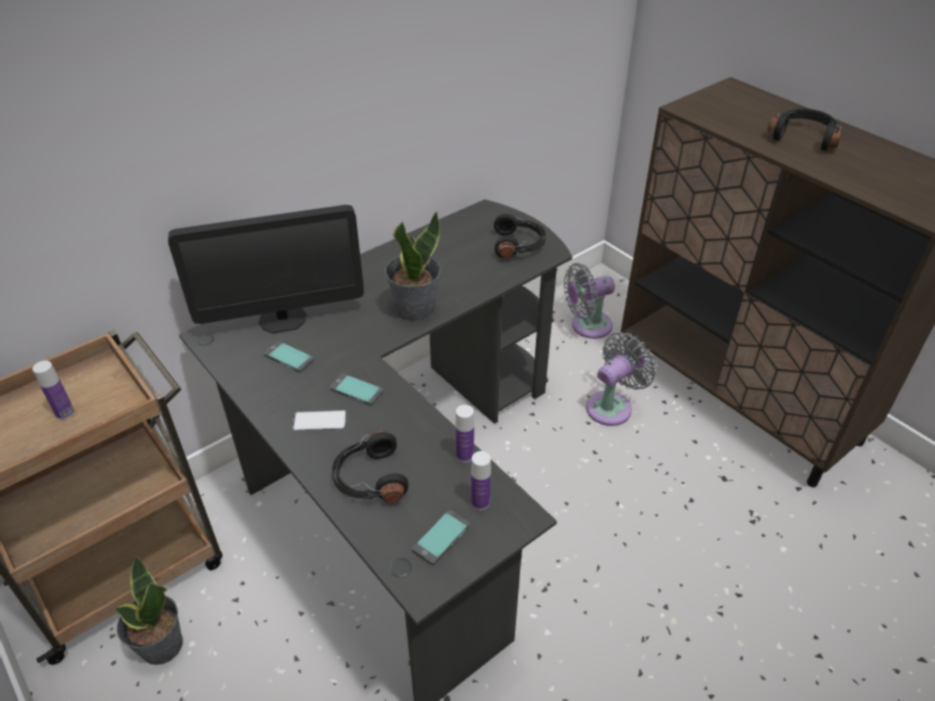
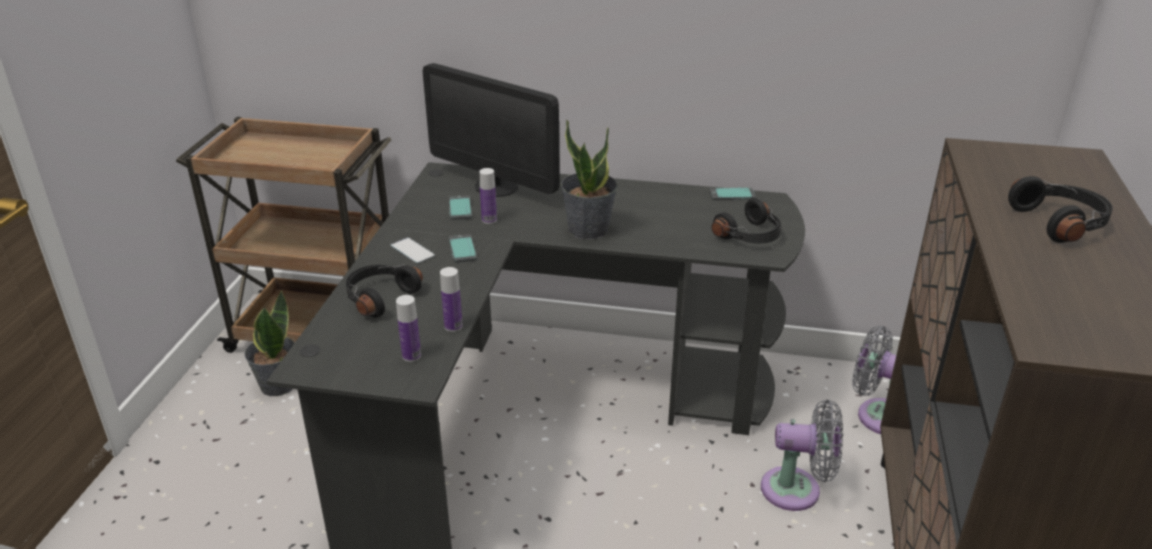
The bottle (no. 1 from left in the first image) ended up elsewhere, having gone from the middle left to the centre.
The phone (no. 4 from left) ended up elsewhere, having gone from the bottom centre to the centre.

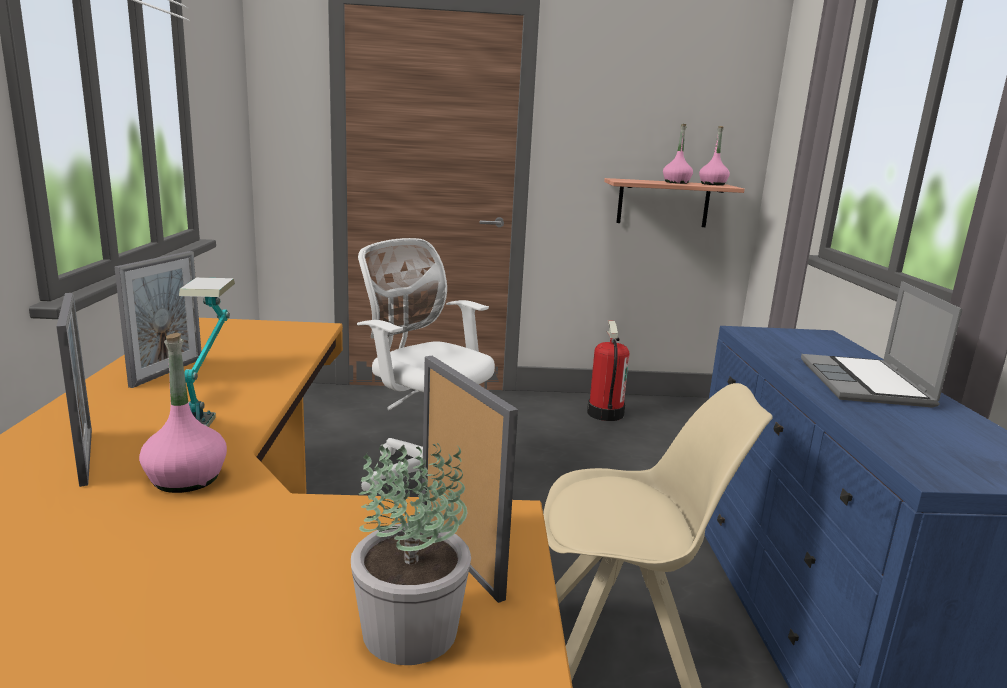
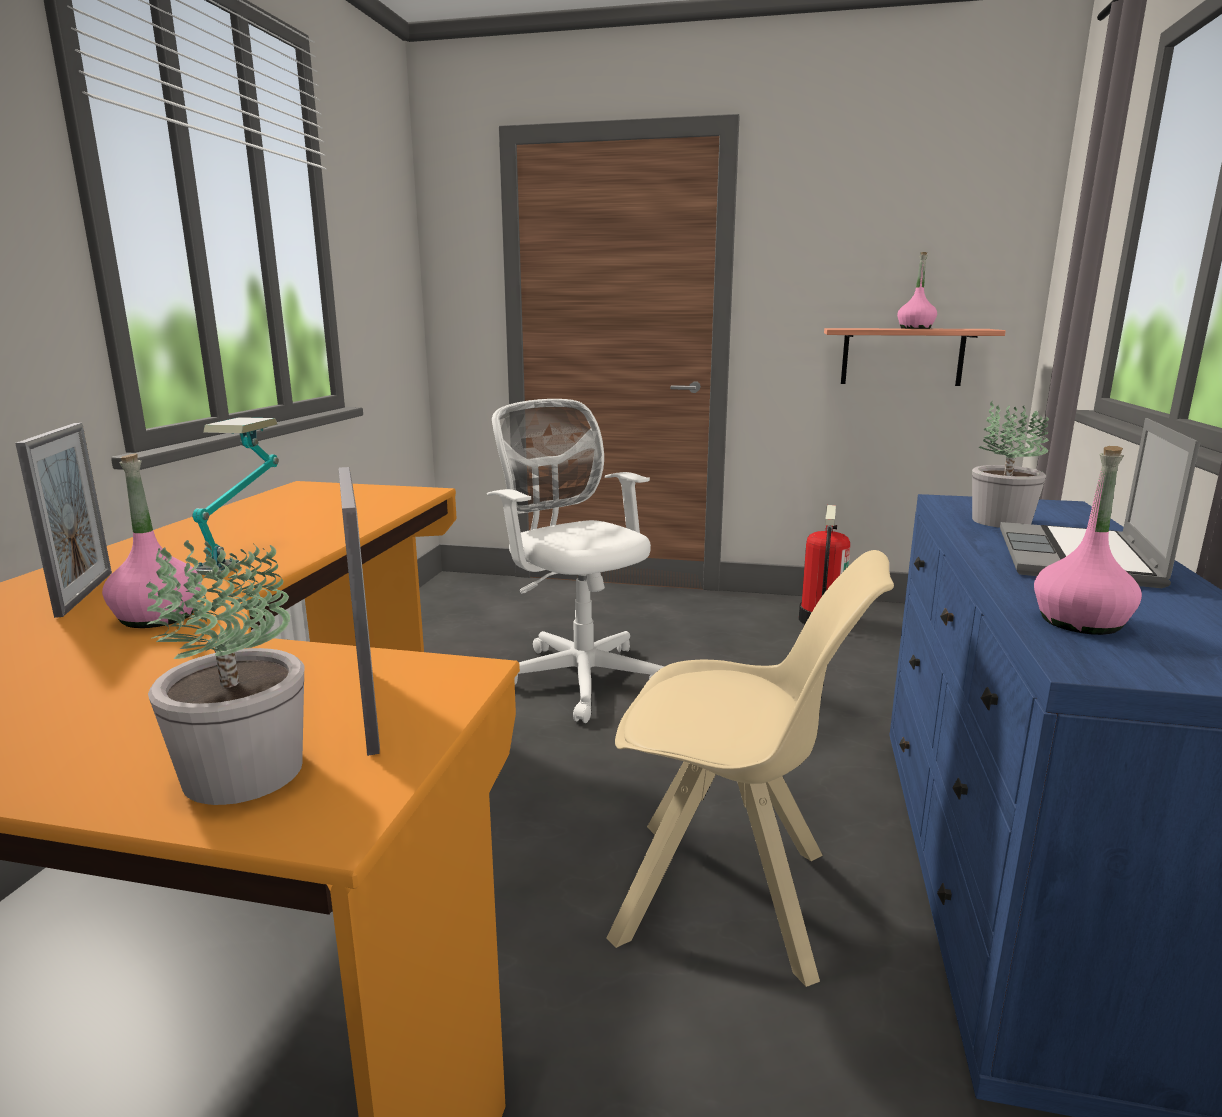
The pinkish_bottle (no. 3 from left) ended up elsewhere, having gone from the top right to the middle right.
The second view lost the photo_frame (no. 2 from left) at the middle left.
The second view gained the plant_in_a_pot (no. 2 from left) at the middle right.

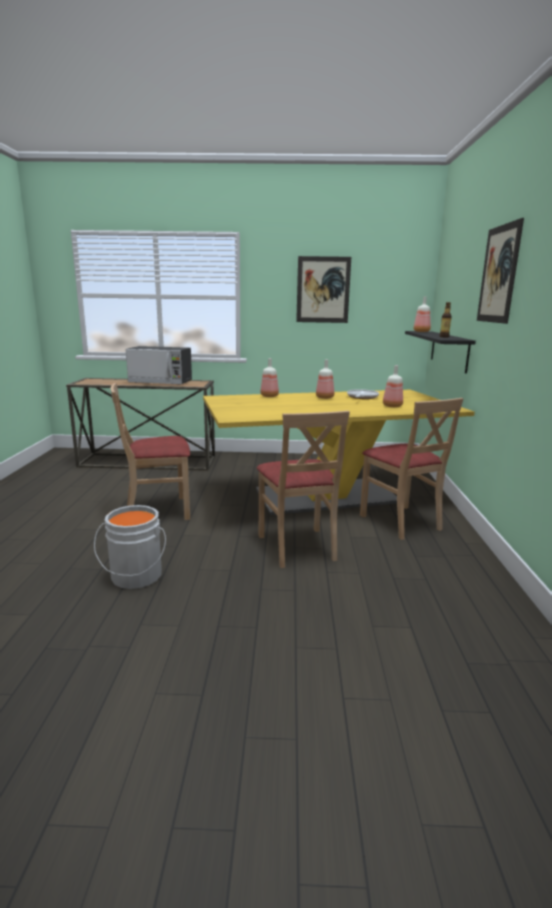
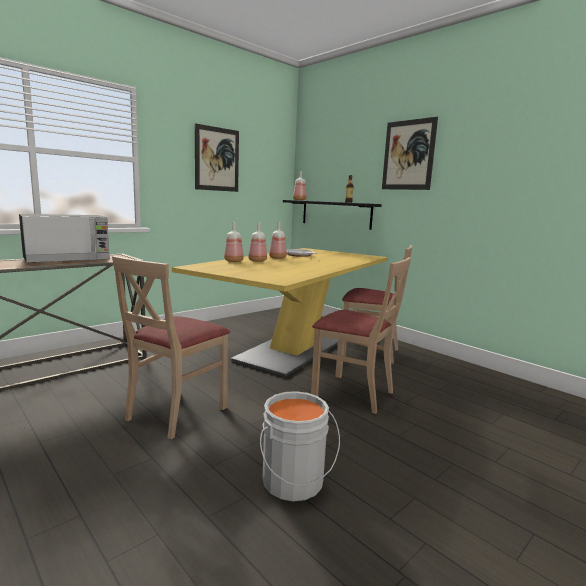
The bottle (no. 3 from left in the first image) ended up elsewhere, having gone from the middle right to the centre.

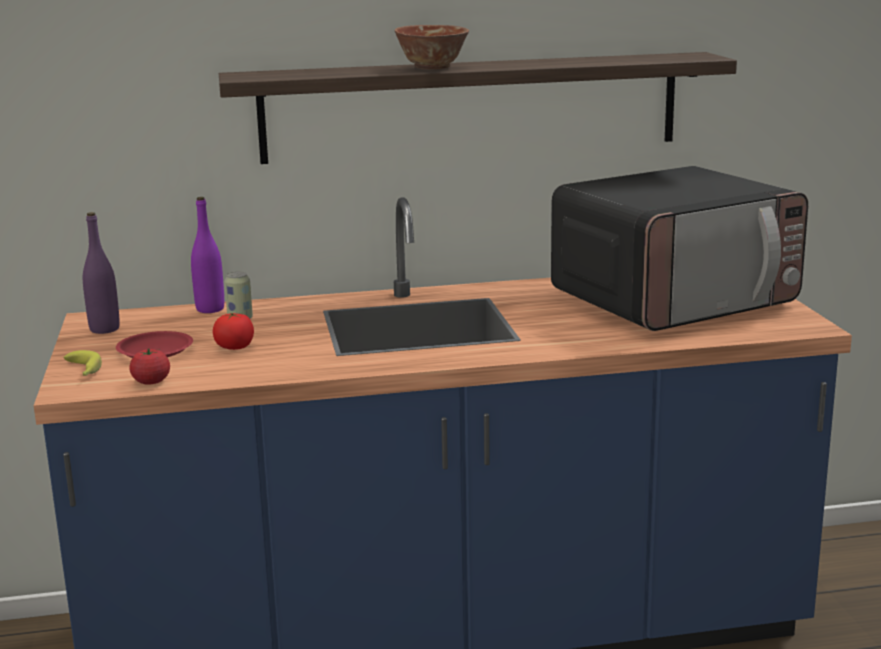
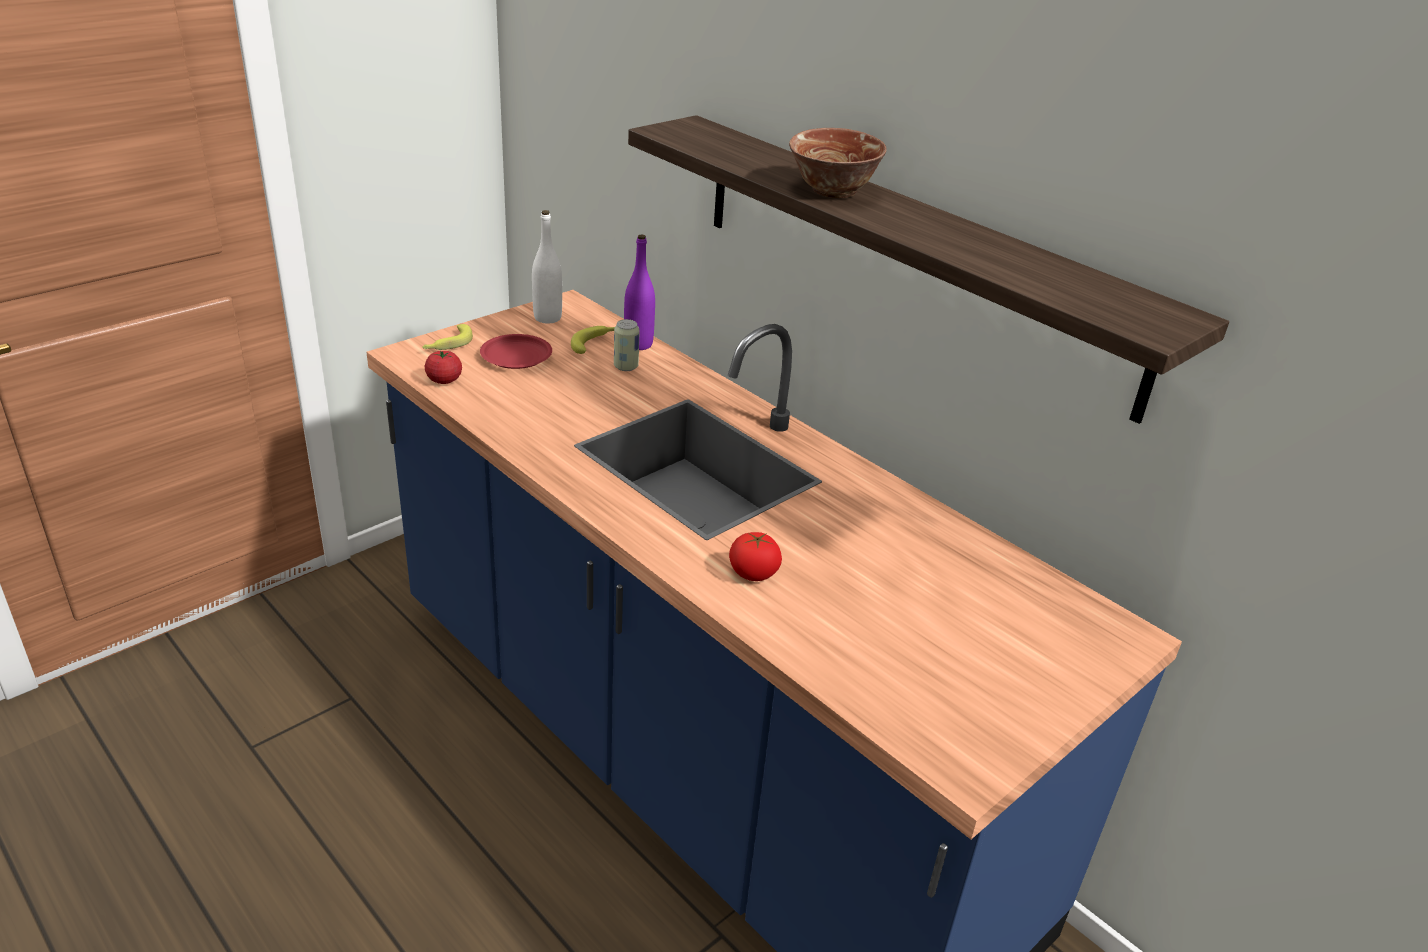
The second view lost the kitchen_microwave at the middle right.
What was the purple_bottle (no. 1 from left) at the middle left turned into the white-coloured_bottle at the top centre.
The whole_tomato (no. 2 from left) ended up elsewhere, having gone from the middle left to the centre.
The second view gained the whole_banana (no. 2 from left) at the centre.

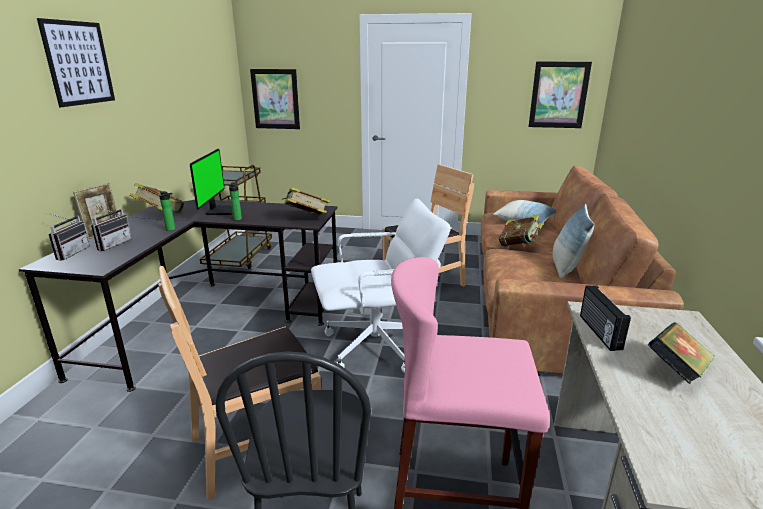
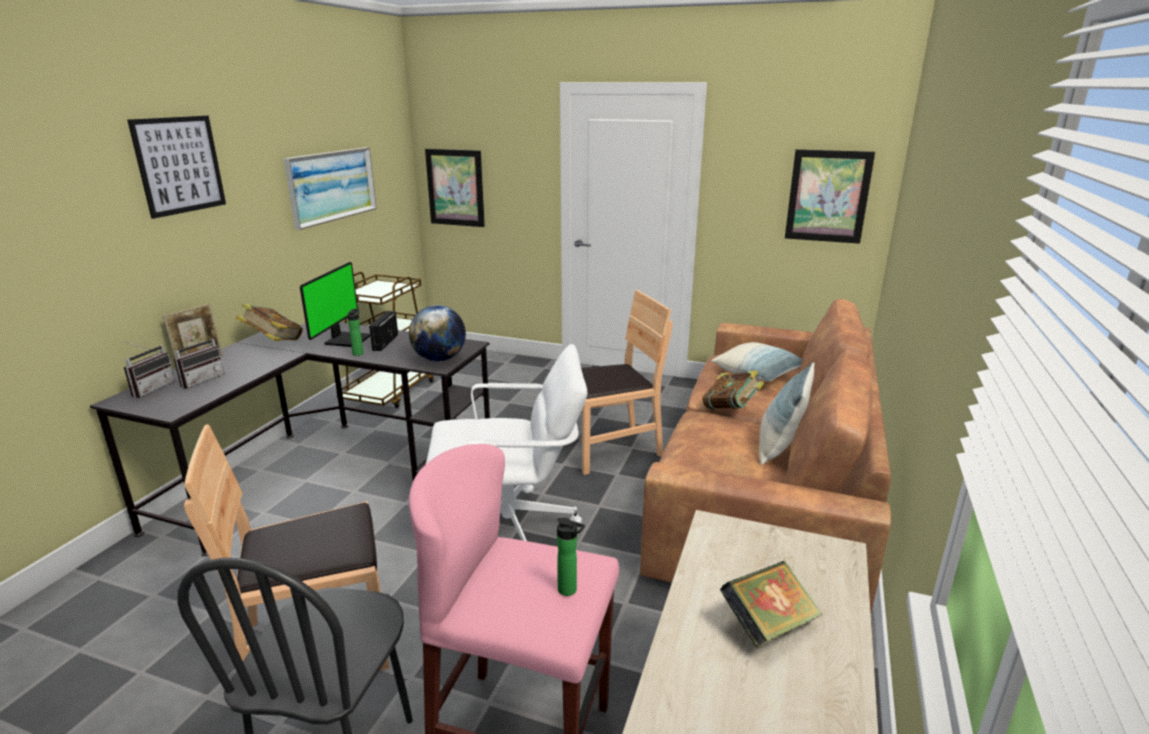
Where the bound_book (no. 2 from left) stood at the centre, the desk_globe came to stand at the centre.
The bottle (no. 1 from left in the first image) ended up elsewhere, having gone from the middle left to the bottom centre.
The radio (no. 3 from left) ended up elsewhere, having gone from the middle right to the centre.
The second view gained the wall_picture (no. 2 from left) at the top left.

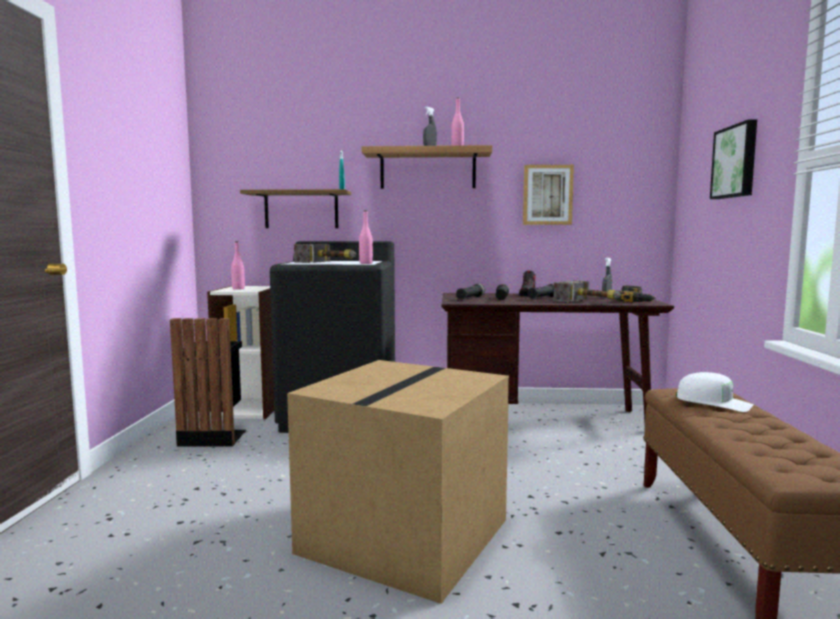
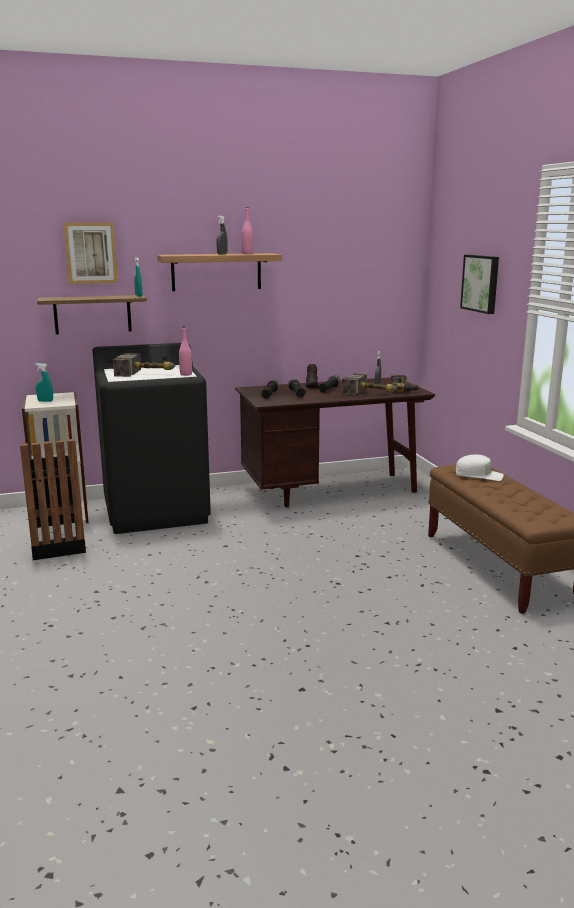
The wall_picture (no. 1 from left) ended up elsewhere, having gone from the top centre to the top left.
Where the pinkish_bottle (no. 1 from left) stood at the middle left, the turquoise_spray_bottle (no. 1 from left) came to stand at the middle left.
The second view lost the cardboard_box at the bottom centre.

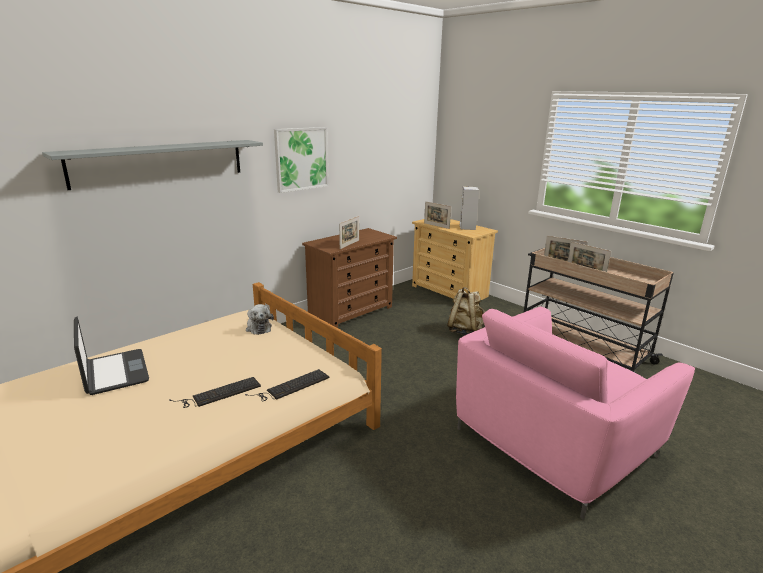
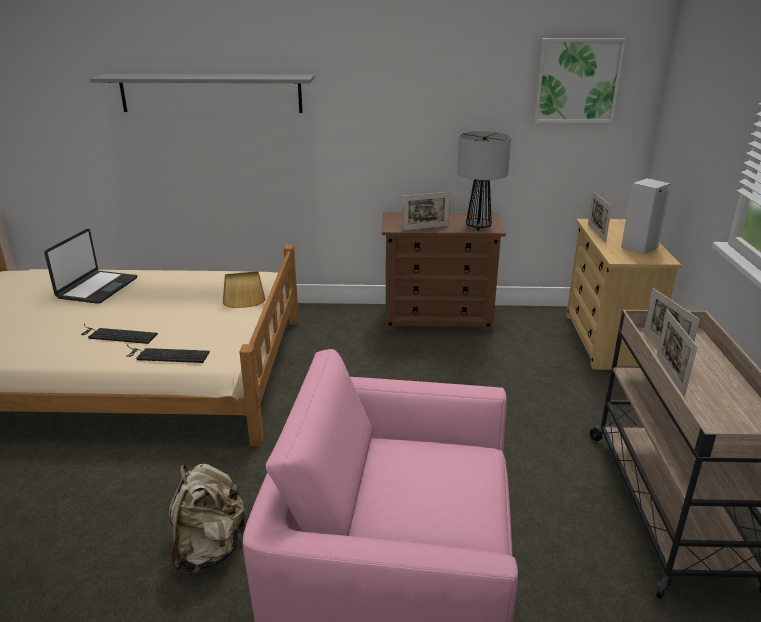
The wall_picture ended up elsewhere, having gone from the top centre to the top right.
The sand-coloured_rucksack ended up elsewhere, having gone from the centre to the bottom left.
Where the soft_toy stood at the centre, the sand-coloured_tray came to stand at the middle left.
The second view gained the lamp_for_a_table at the top centre.

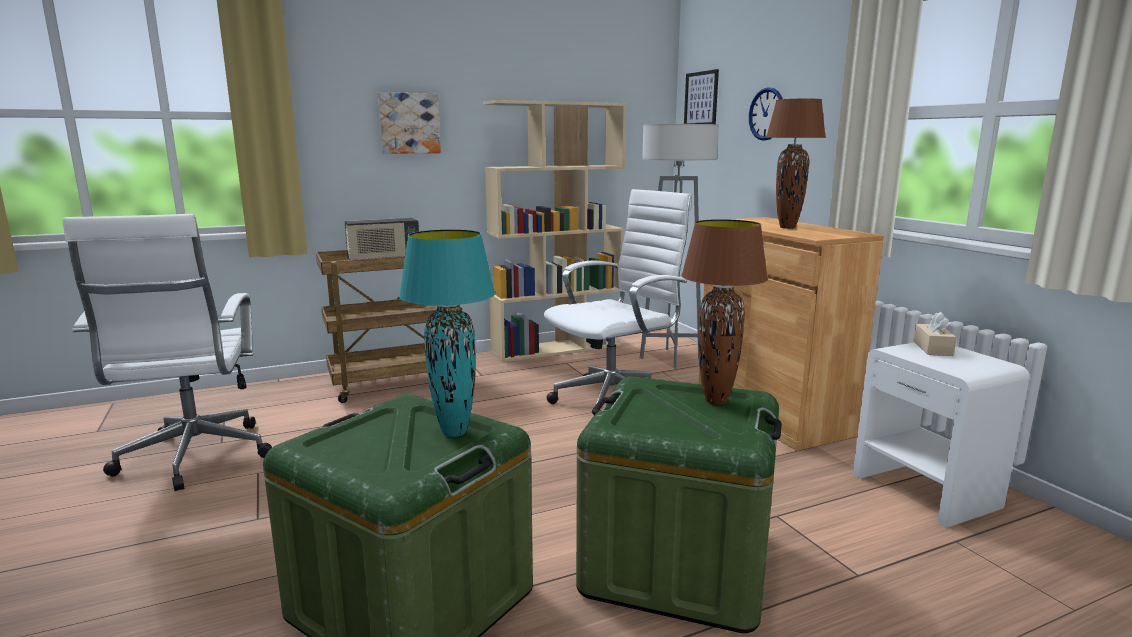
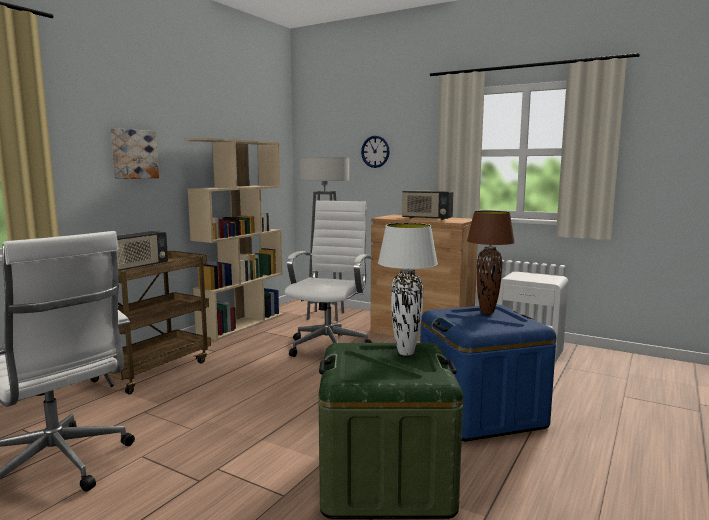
The second view lost the wall_picture (no. 2 from left) at the top centre.
Where the brown_lamp_for_a_table (no. 2 from left) stood at the top right, the radio (no. 2 from left) came to stand at the centre.
What was the turquoise_lamp_for_a_table at the centre turned into the white-coloured_lamp_for_a_table at the centre.
The second view lost the sand-coloured_tissue_holder at the middle right.
What was the greenish_storage_bin (no. 2 from left) at the bottom centre turned into the blue-coloured_storage_bin at the bottom right.

